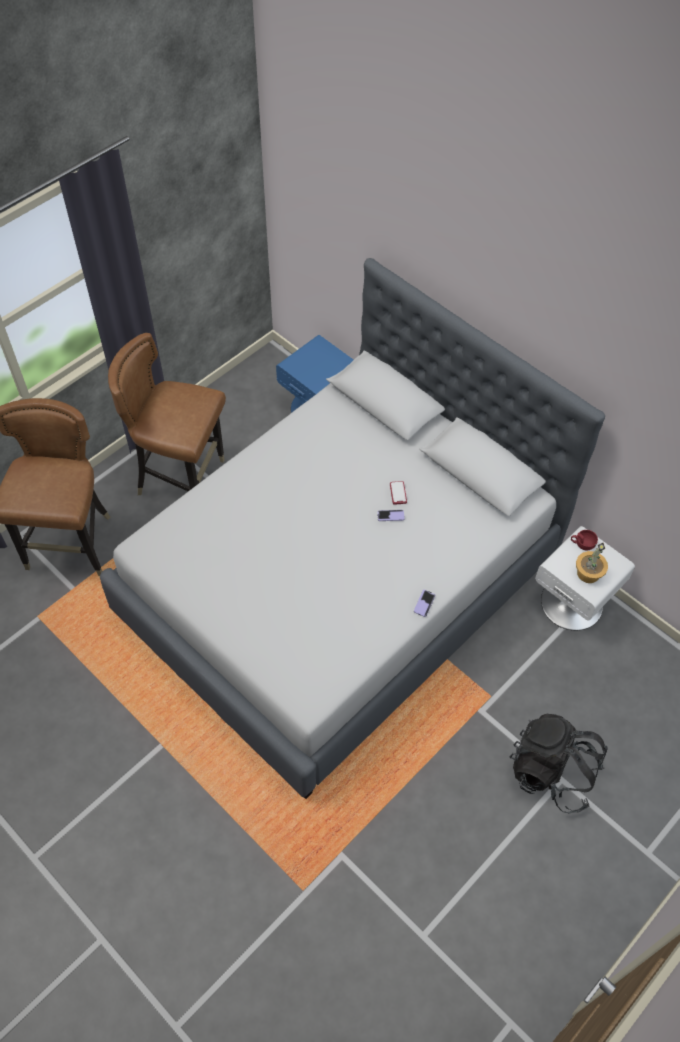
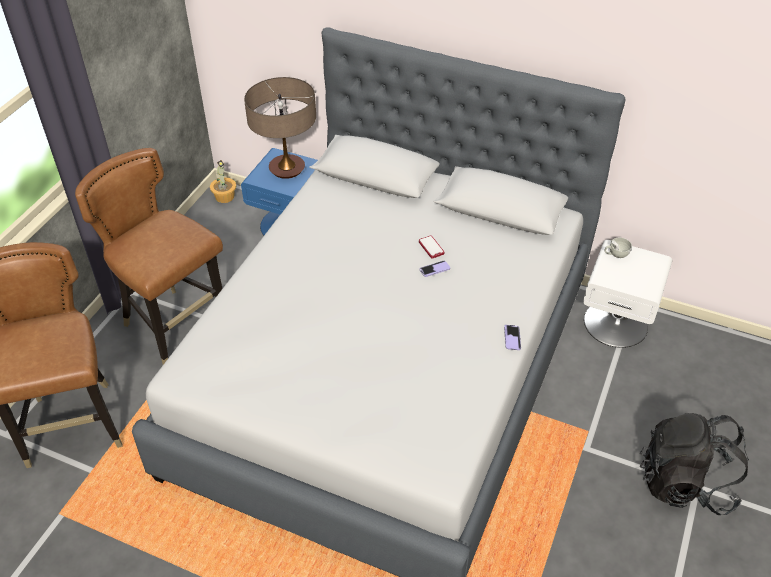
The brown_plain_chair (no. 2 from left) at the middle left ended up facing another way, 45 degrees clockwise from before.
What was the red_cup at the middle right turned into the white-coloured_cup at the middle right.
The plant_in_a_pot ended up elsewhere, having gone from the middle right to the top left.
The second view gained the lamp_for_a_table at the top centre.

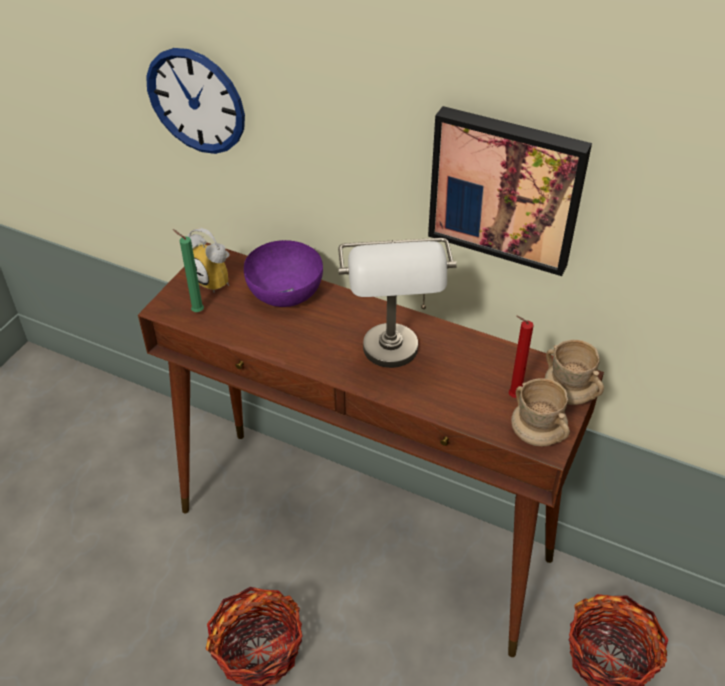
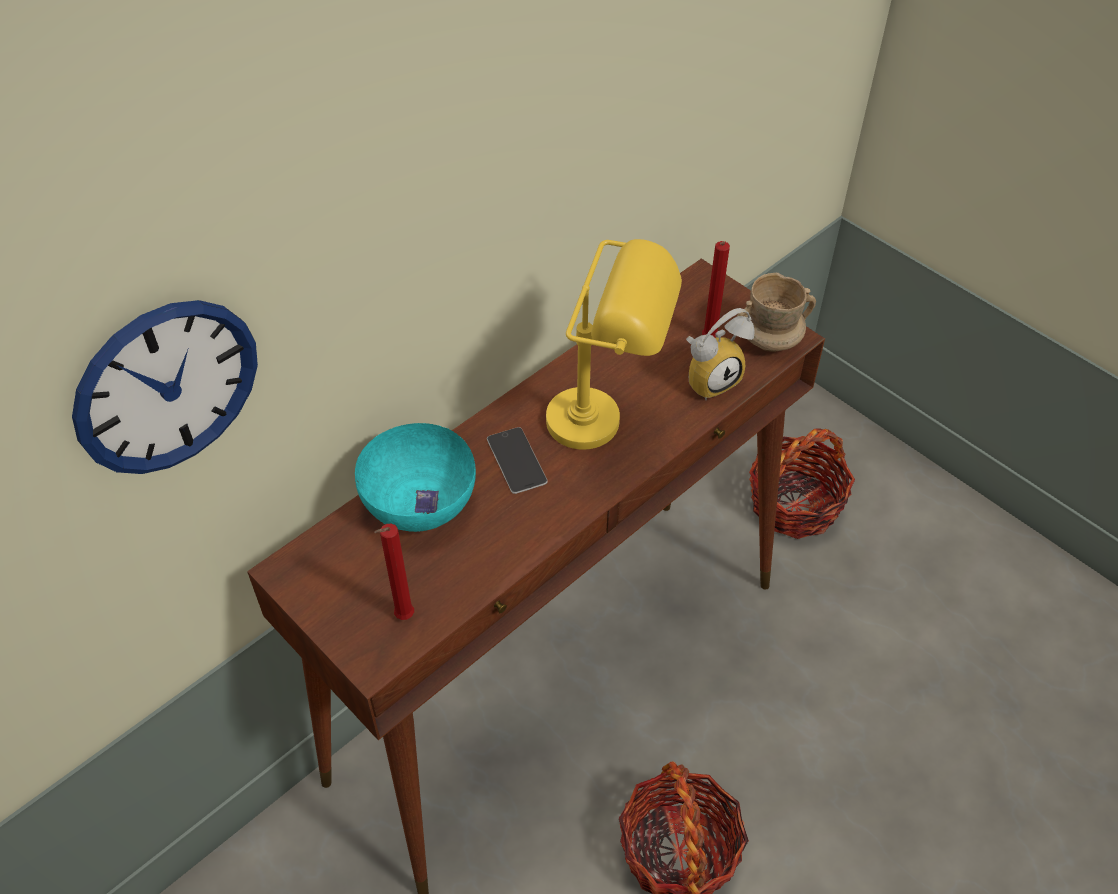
The second view lost the wall_picture at the top right.
The table_clock ended up elsewhere, having gone from the middle left to the centre.
What was the greenish_wax_candle at the middle left turned into the red_wax_candle (no. 1 from left) at the centre.
What was the grey_lamp_for_a_table at the centre turned into the yellow-coloured_lamp_for_a_table at the centre.
What was the purple_serving_bowl at the centre turned into the turquoise_serving_bowl at the centre.
The second view lost the sand-coloured_coffee_mug (no. 2 from left) at the middle right.
The second view gained the phone at the centre.

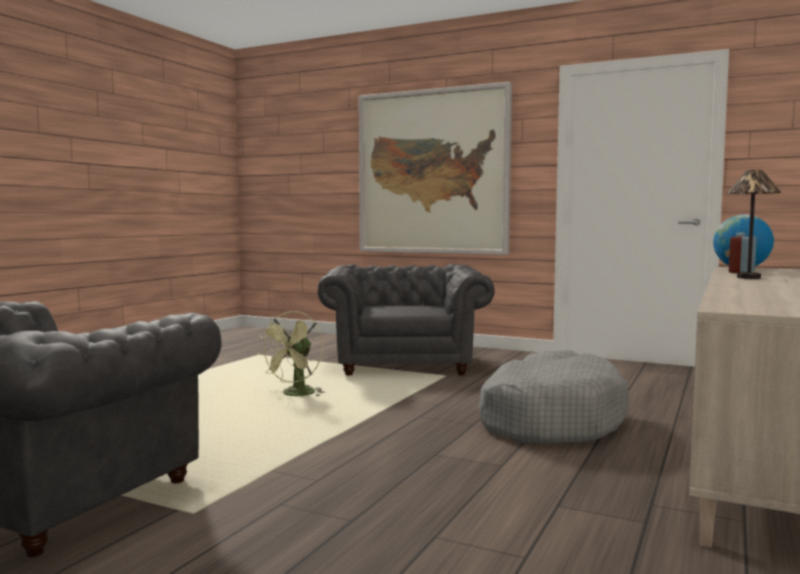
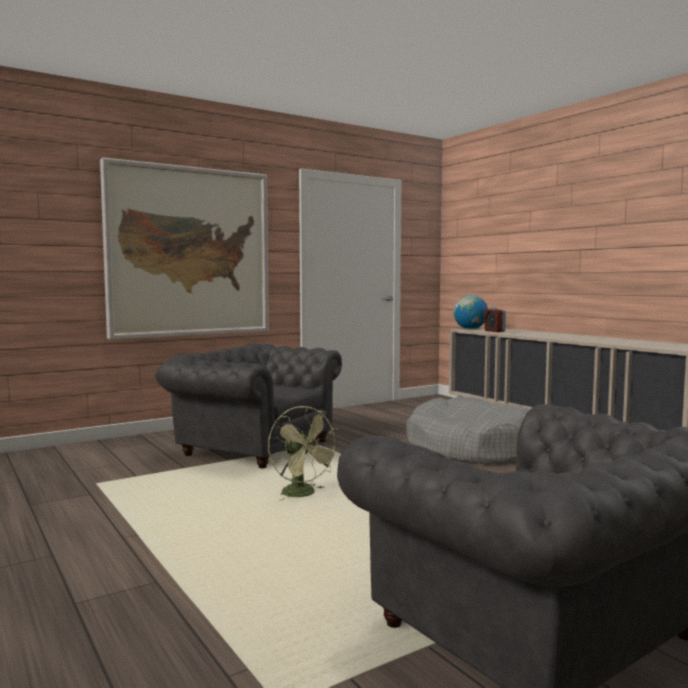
The second view lost the lamp_for_a_table at the middle right.

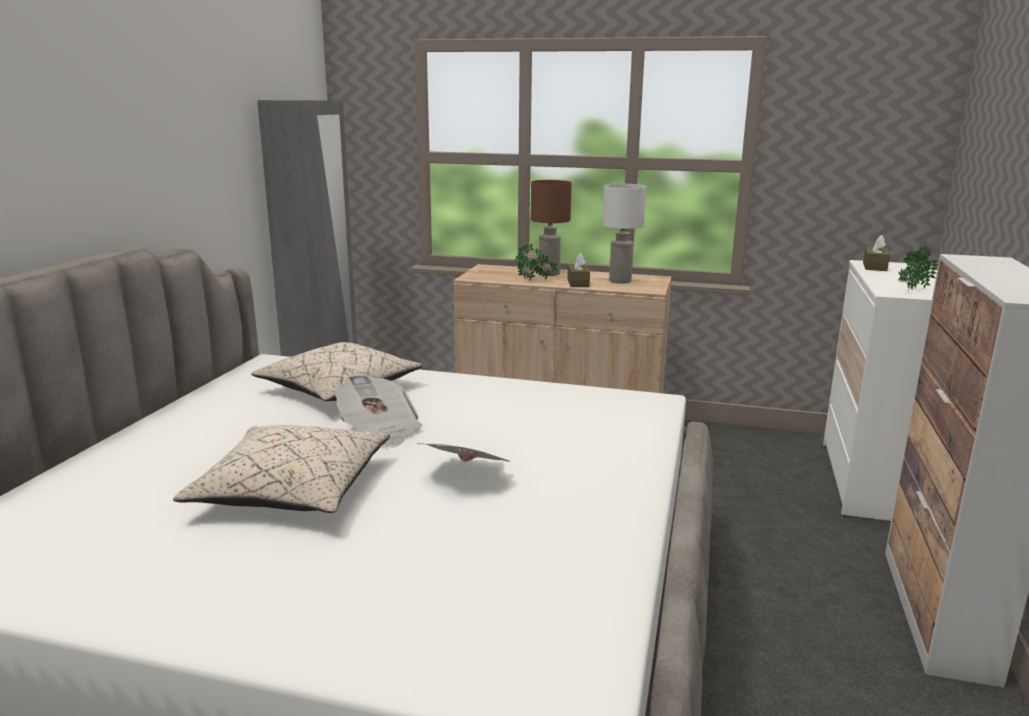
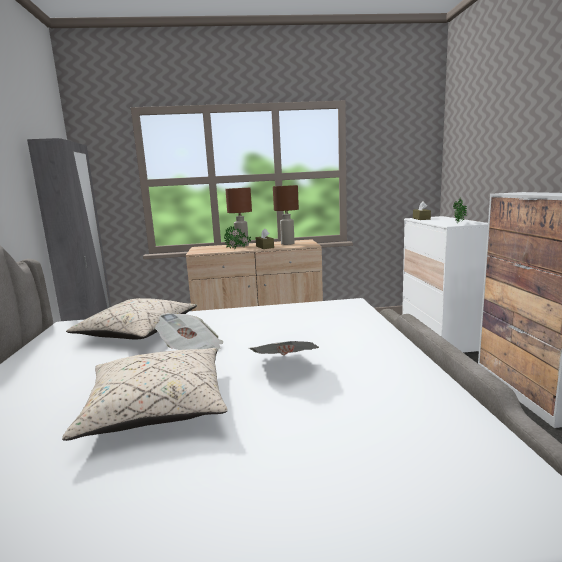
What was the white-coloured_lamp_for_a_table at the top centre turned into the brown_lamp_for_a_table (no. 2 from left) at the centre.

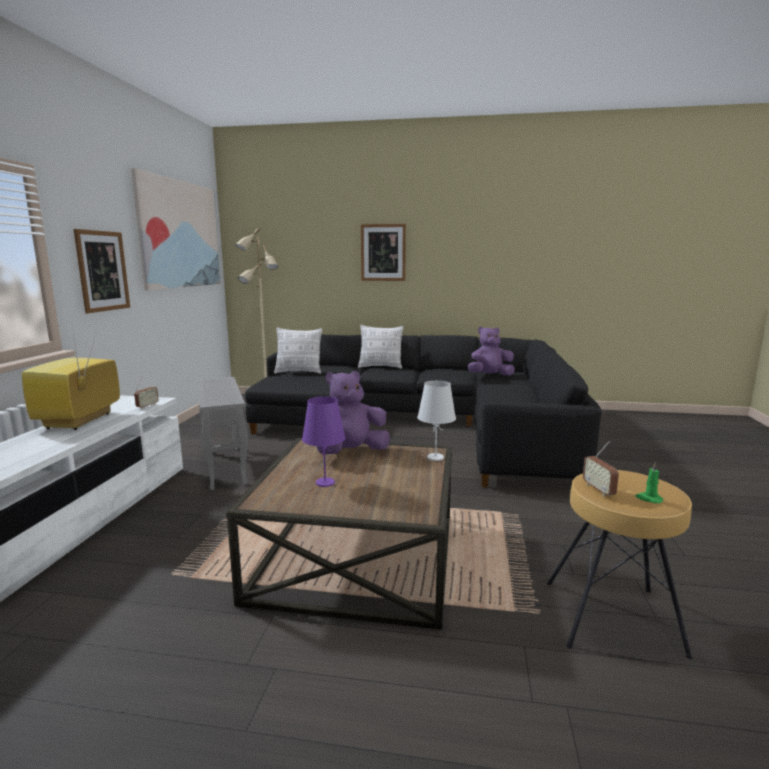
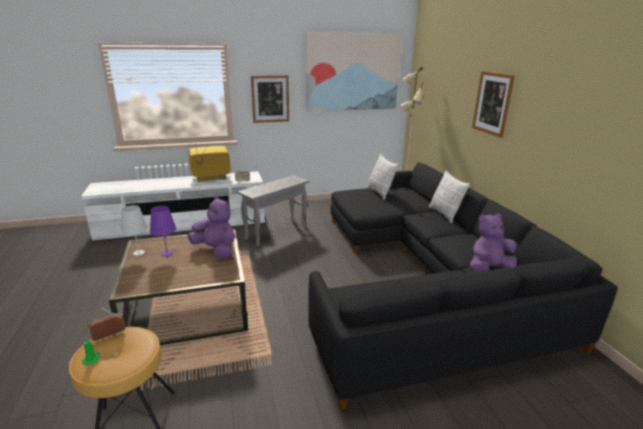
The purple_soft_toy (no. 2 from left) at the centre ended up facing another way, 75 degrees counterclockwise from before.
The white-coloured_lamp_for_a_table ended up elsewhere, having gone from the centre to the middle left.

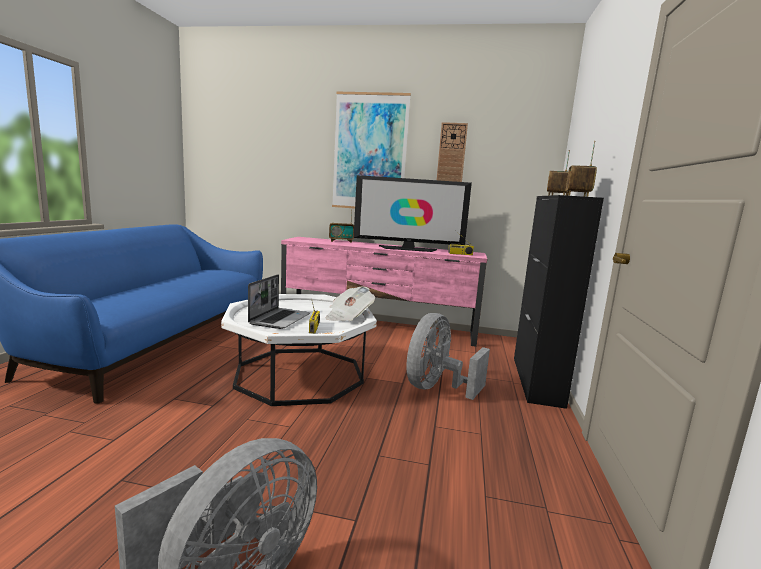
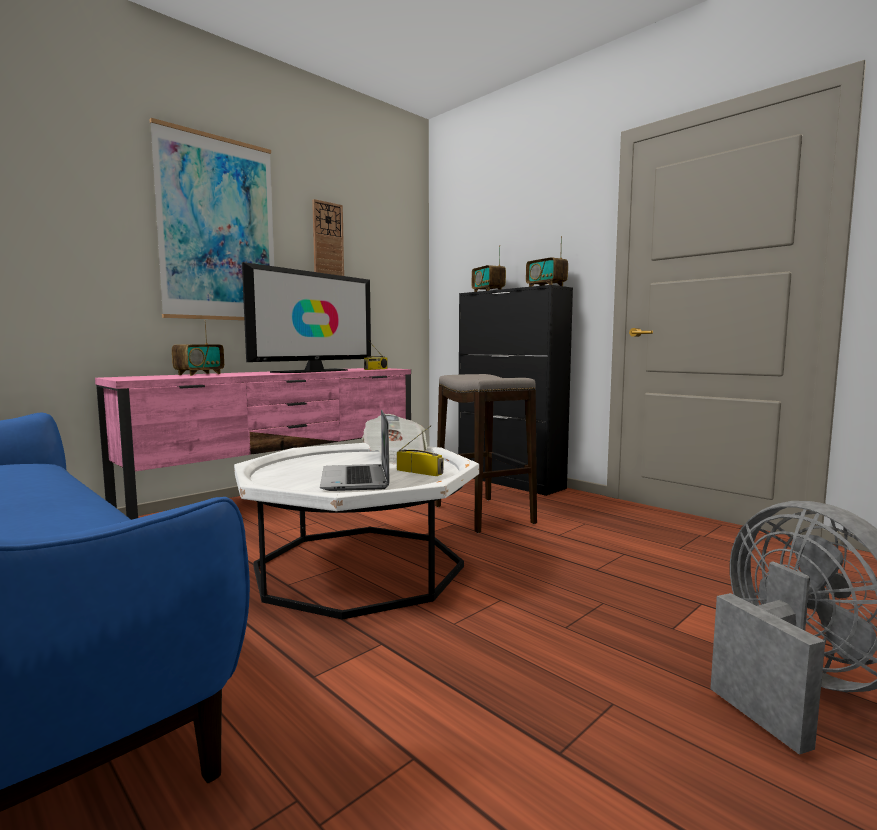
The portable_computer at the centre ended up facing another way, 150 degrees counterclockwise from before.
Where the grey_cooling_fan (no. 2 from left) stood at the centre, the stool_seat came to stand at the centre.

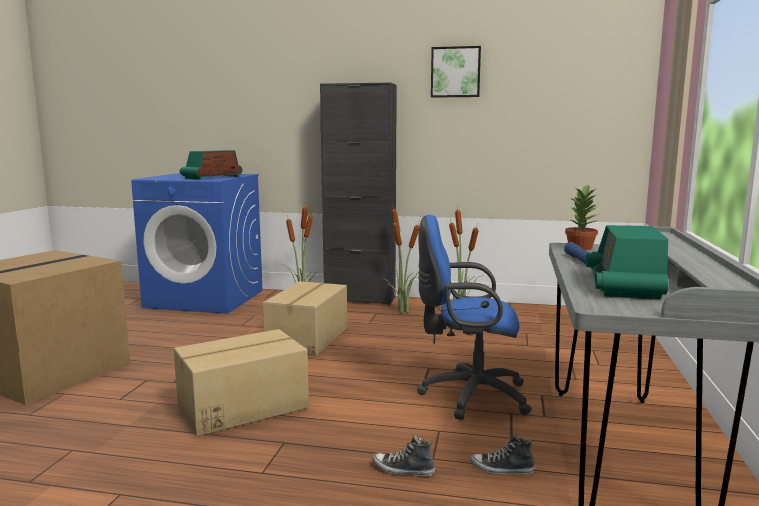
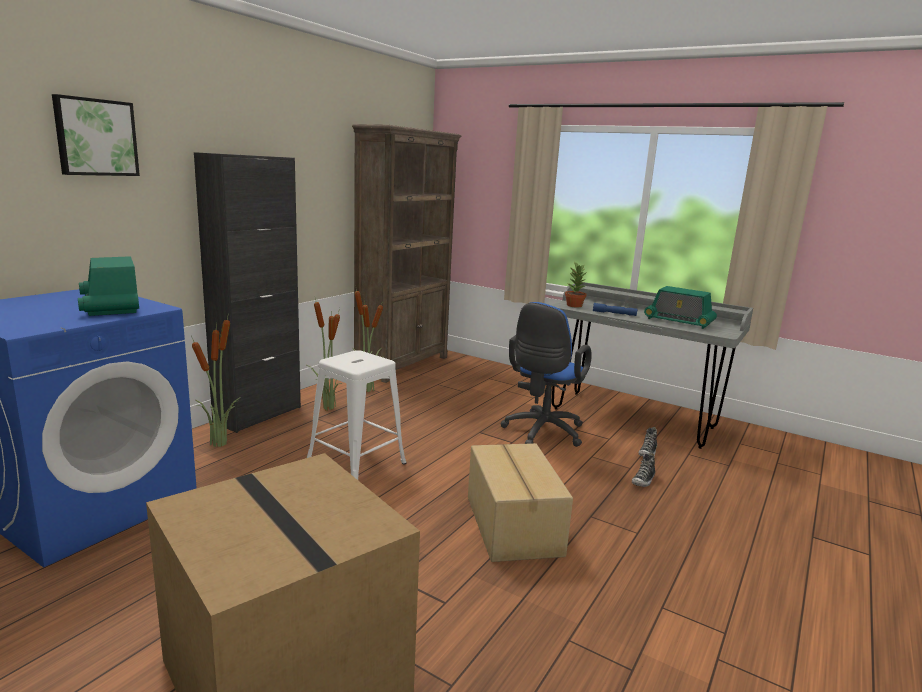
The wall_picture ended up elsewhere, having gone from the top centre to the top left.
Where the cardboard_box (no. 3 from left) stood at the centre, the white-coloured_stool_seat came to stand at the centre.
The second view gained the brown_bookshelf at the centre.

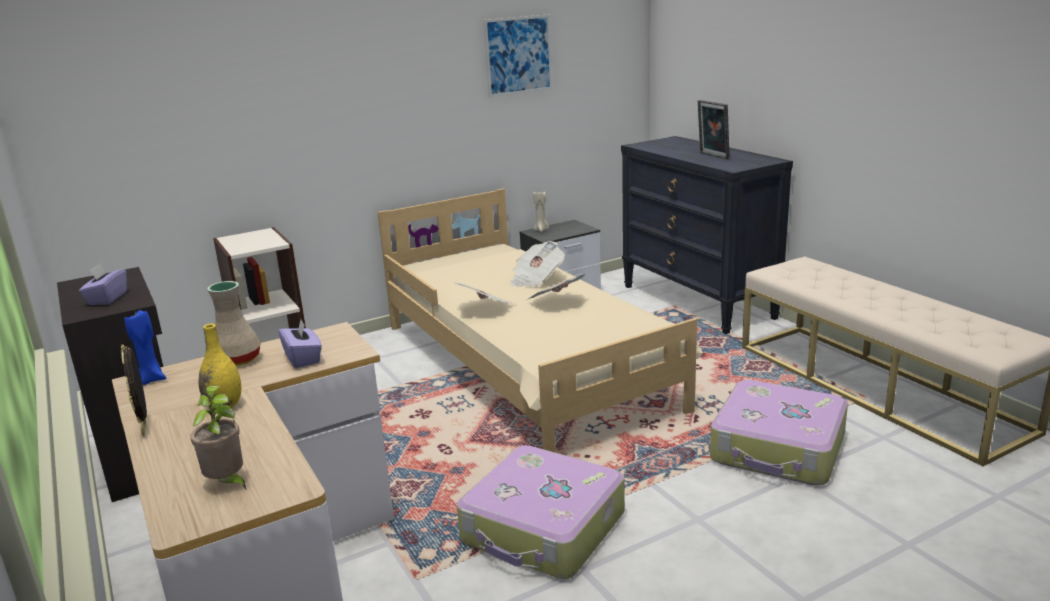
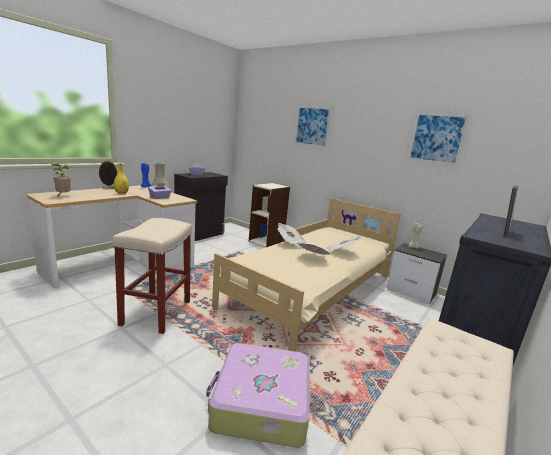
Where the piece_of_luggage (no. 1 from left) stood at the bottom centre, the sand-coloured_stool_seat came to stand at the middle left.
The second view gained the wall_picture (no. 1 from left) at the top centre.

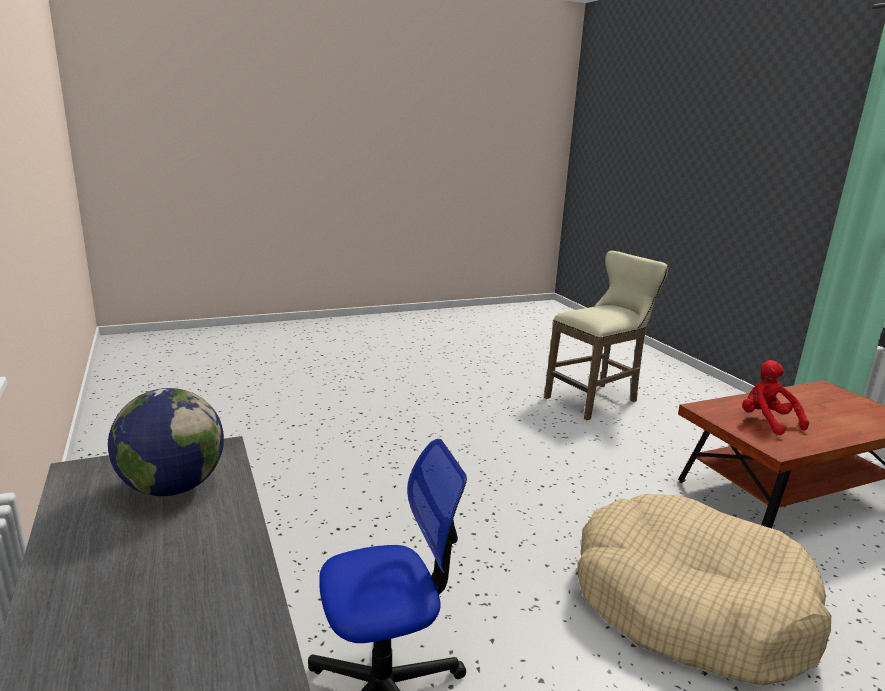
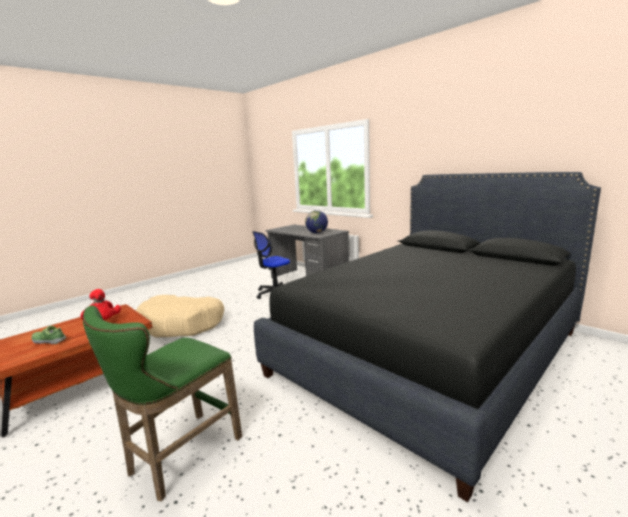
What was the sand-coloured_stool_seat at the middle right turned into the greenish_stool_seat at the bottom left.
The second view gained the blackish_bedroom_bed at the middle right.
The second view gained the item_of_footwear at the middle left.

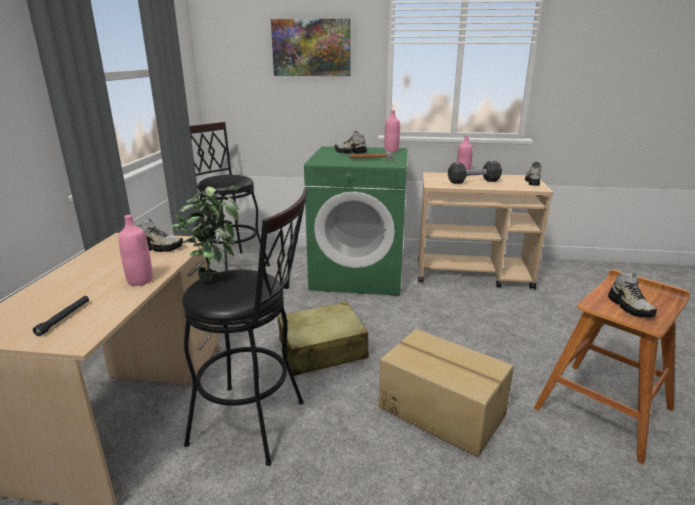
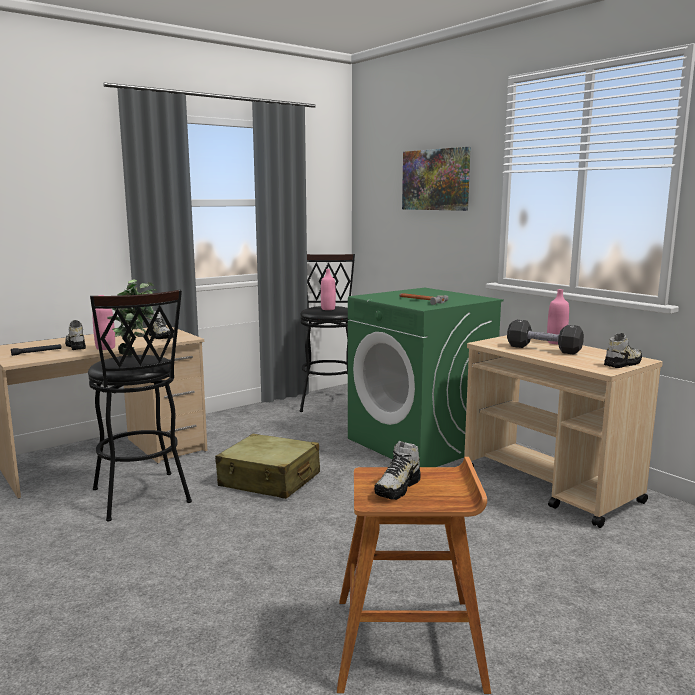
The pinkish_bottle (no. 2 from left) ended up elsewhere, having gone from the top centre to the centre.
The item_of_footwear (no. 2 from left in the first image) ended up elsewhere, having gone from the top centre to the middle left.
The second view lost the cardboard_box at the bottom centre.

